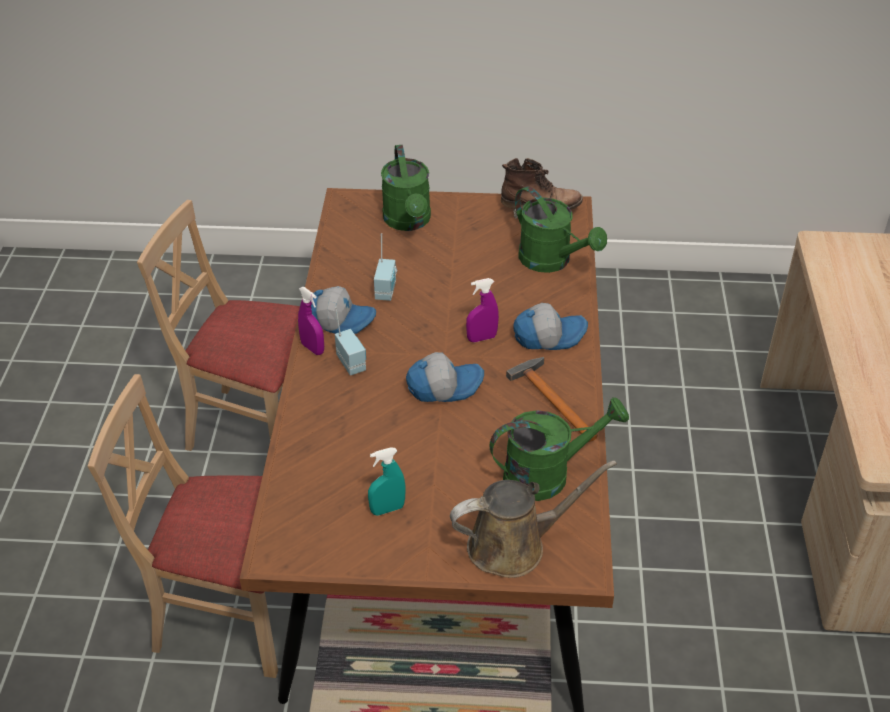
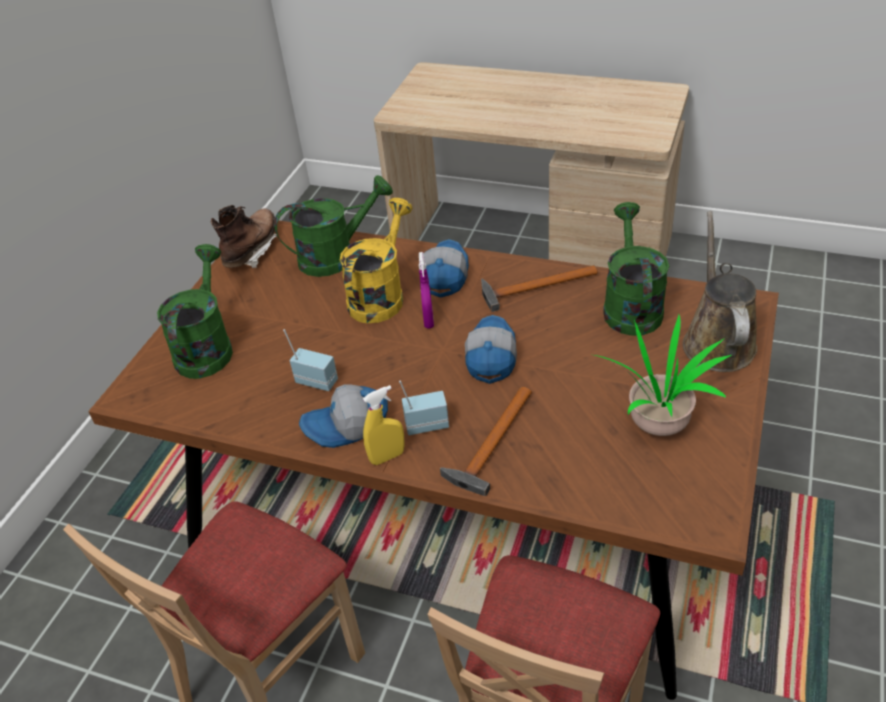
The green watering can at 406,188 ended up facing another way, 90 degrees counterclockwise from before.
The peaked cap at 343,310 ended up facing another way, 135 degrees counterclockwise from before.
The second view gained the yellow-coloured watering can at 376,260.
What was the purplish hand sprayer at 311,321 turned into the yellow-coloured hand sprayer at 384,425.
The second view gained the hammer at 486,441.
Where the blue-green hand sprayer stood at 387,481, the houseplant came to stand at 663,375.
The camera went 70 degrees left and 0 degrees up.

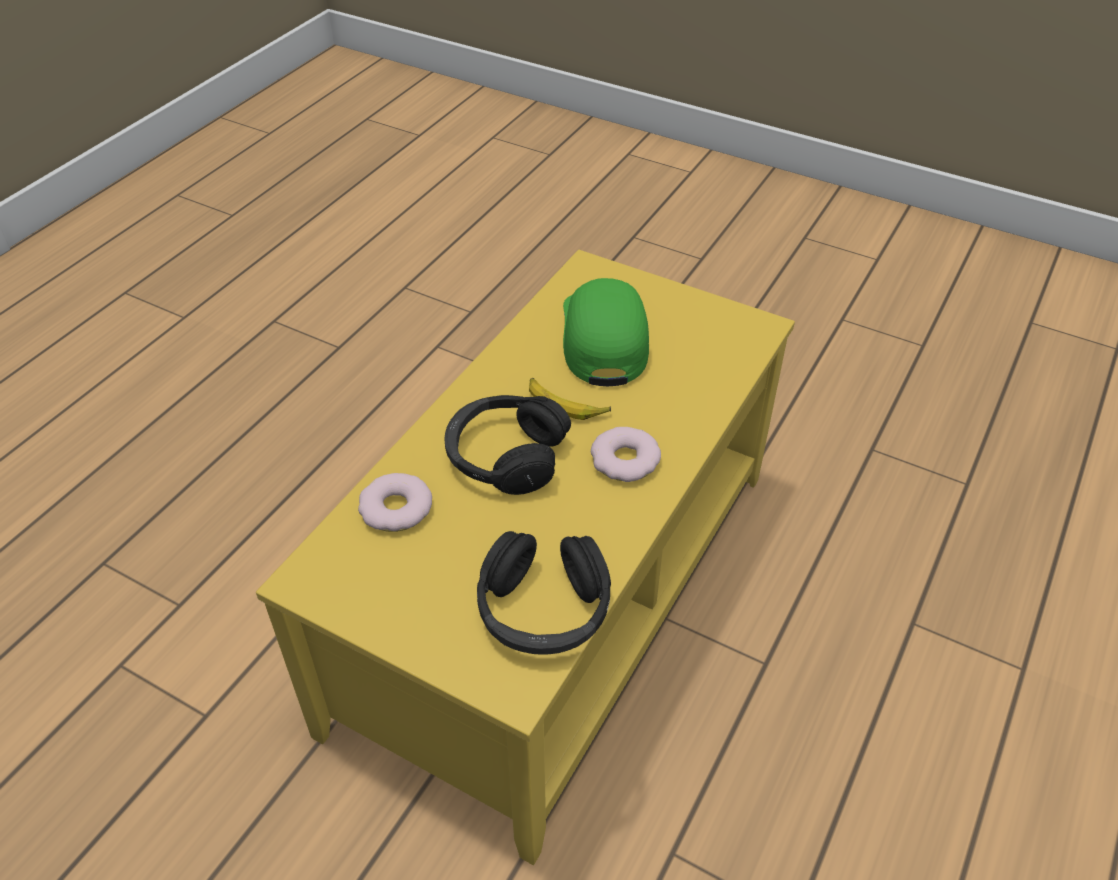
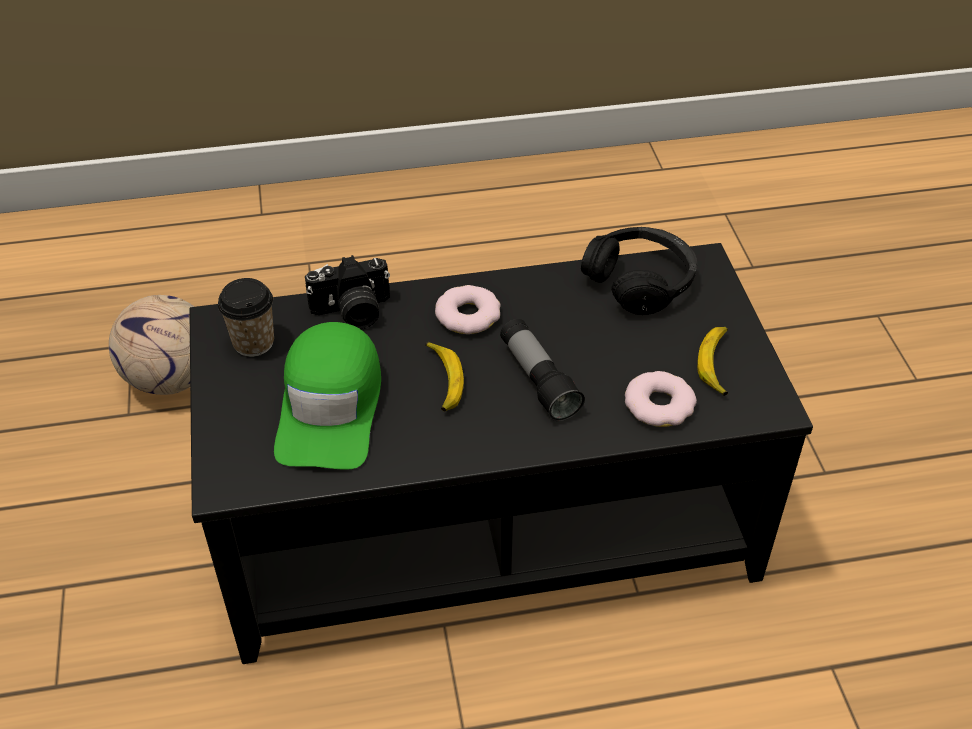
The second view gained the ball for football at 151,345.
What was the yellow-coloured coffee table at 525,557 turned into the black coffee table at 501,453.
The second view gained the cup at 246,317.
The green peaked cap at 606,332 ended up facing another way, 45 degrees counterclockwise from before.
The second view gained the photo camera at 347,292.
Where the black pair of headphones stood at 507,445, the hand torch came to stand at 542,370.
The second view gained the banana at 712,361.
The camera went 130 degrees left and 0 degrees up.

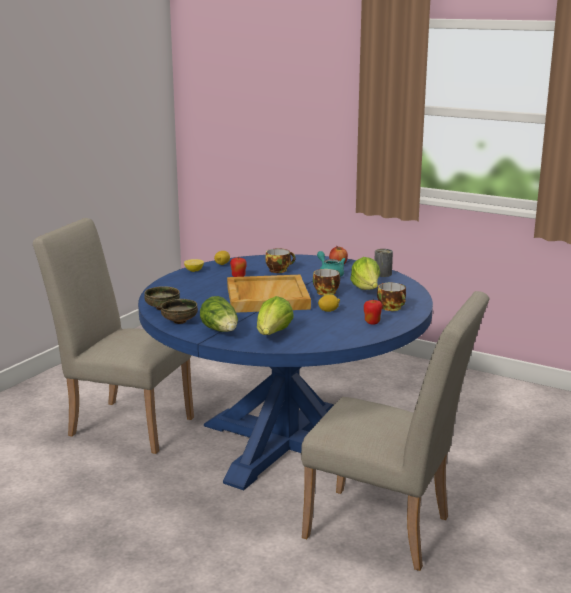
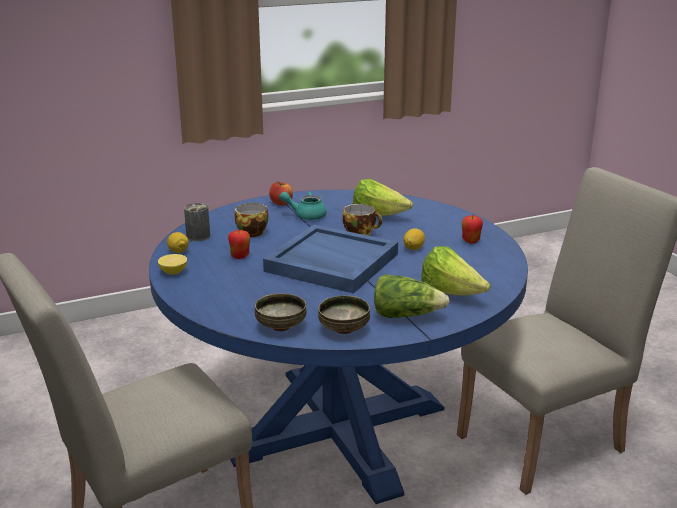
The sealed can ended up elsewhere, having gone from 384,263 to 197,222.
What was the beige-coloured serving tray at 269,294 turned into the blue-coloured serving tray at 330,259.
The second view lost the cup at 391,297.
The camera went 55 degrees left and 5 degrees up.

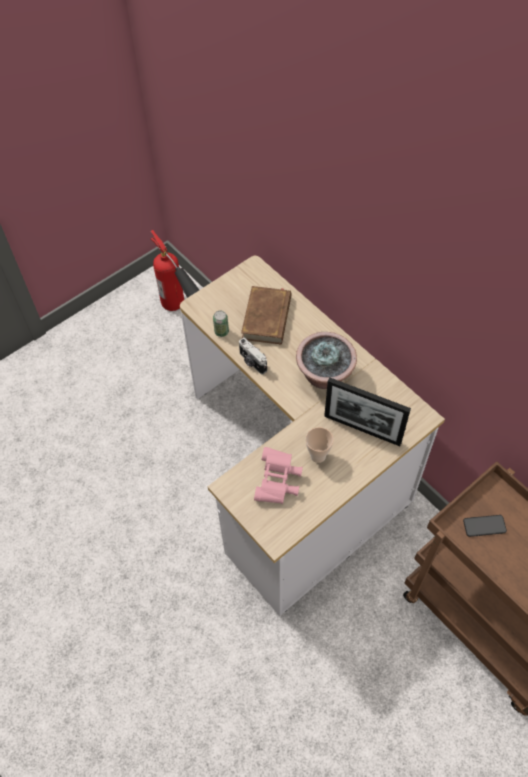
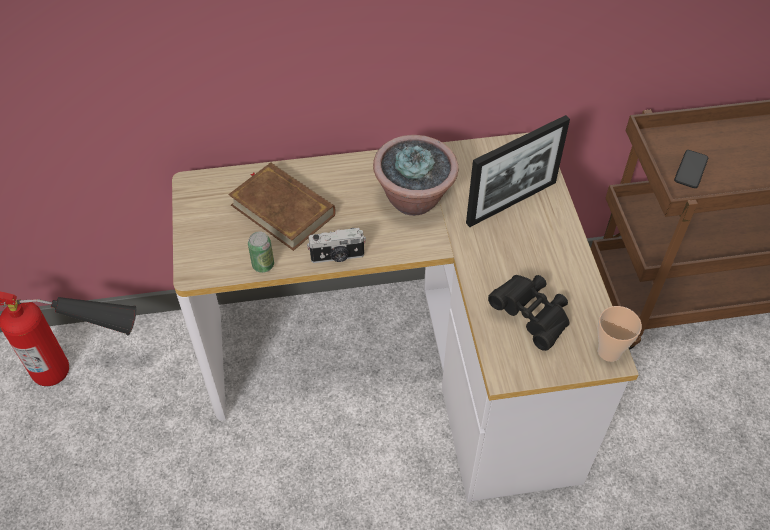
What was the pinkish field glasses at 278,475 turned into the black field glasses at 528,313.
The cup ended up elsewhere, having gone from 320,445 to 620,334.
The camera went 60 degrees left and 5 degrees down.

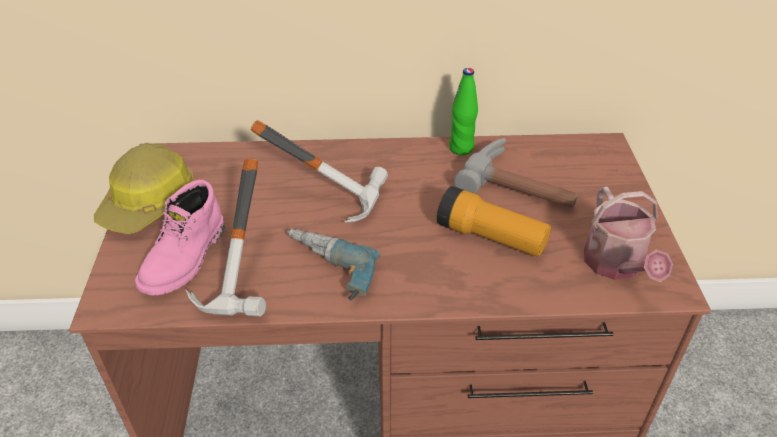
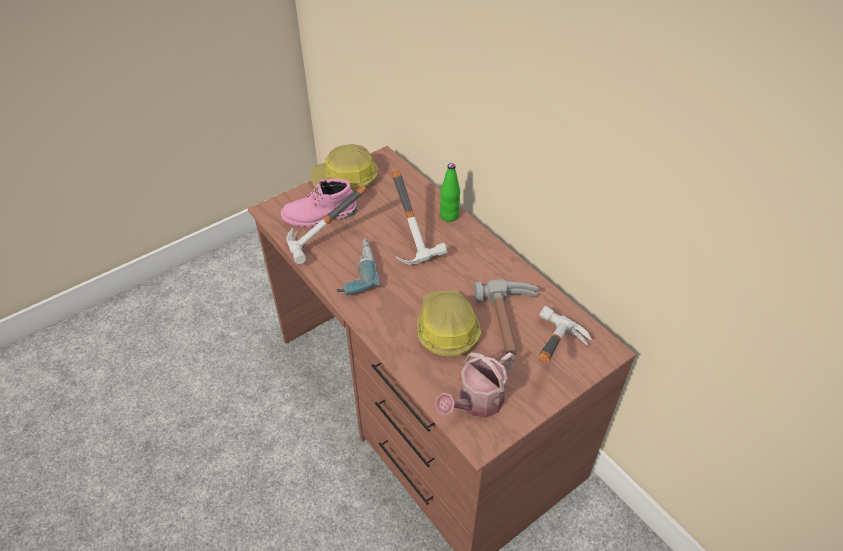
Where the hand torch stood at 494,221, the hard hat came to stand at 449,324.
The green drink bottle ended up elsewhere, having gone from 463,111 to 450,192.
The second view gained the hammer at 565,334.
The camera went 55 degrees right and 5 degrees up.

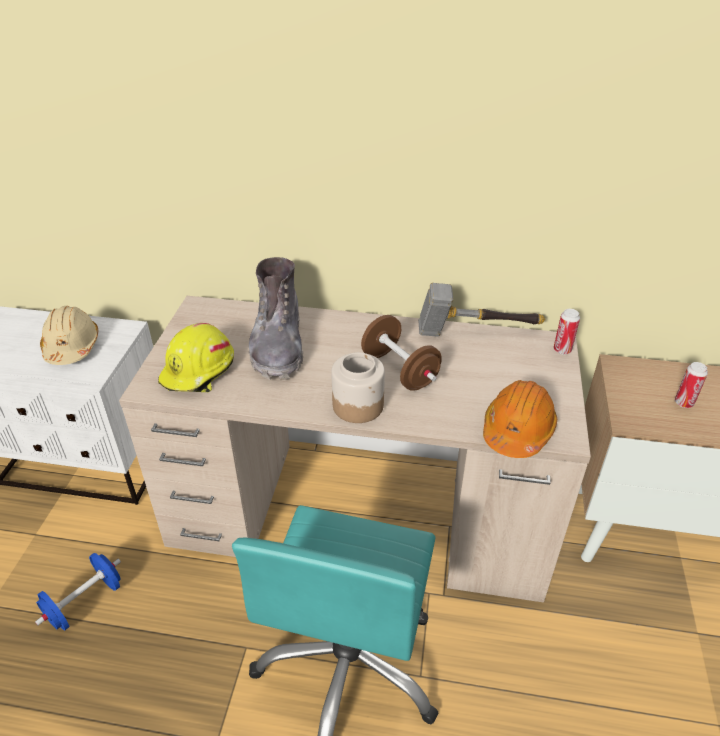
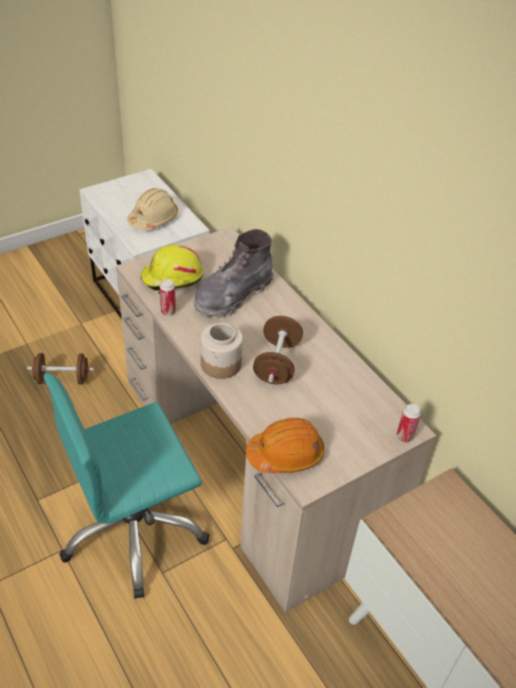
What was the blue-coloured dumbbell at 78,592 turned into the brownish dumbbell at 60,368.
The sealed can ended up elsewhere, having gone from 691,385 to 168,297.
The second view lost the hammer at 481,310.
The camera went 45 degrees right and 5 degrees up.

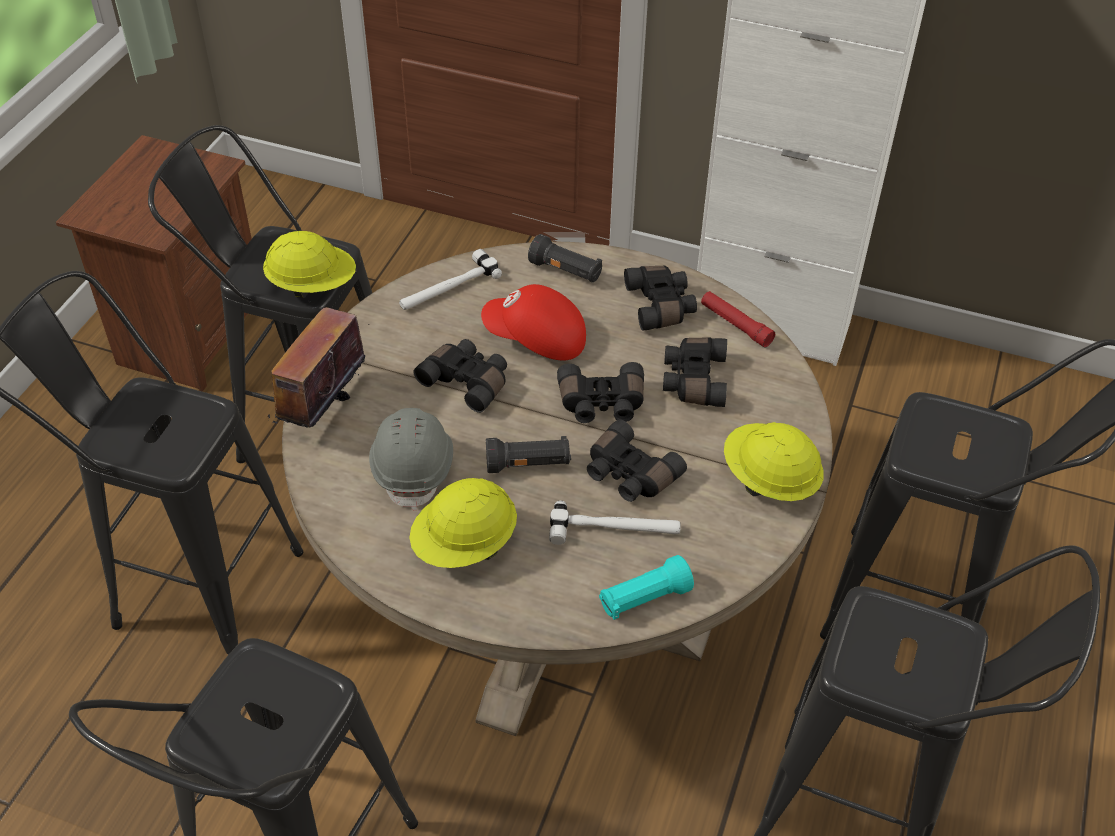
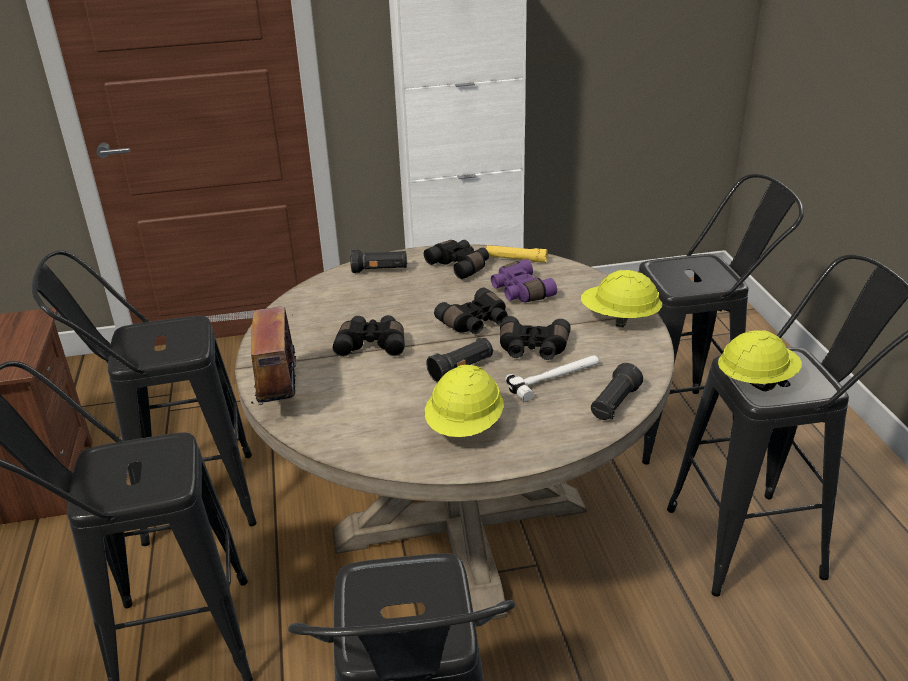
What was the red hand torch at 738,319 turned into the yellow-coloured hand torch at 516,254.
What was the black field glasses at 695,372 turned into the purplish field glasses at 524,280.
What was the blue-green hand torch at 646,587 turned into the black hand torch at 617,391.
The yellow-coloured hard hat ended up elsewhere, having gone from 309,264 to 760,360.
The second view lost the grey hard hat at 411,459.
The second view lost the hammer at 450,279.
The second view lost the red peaked cap at 533,322.
The camera went 30 degrees left and 15 degrees down.

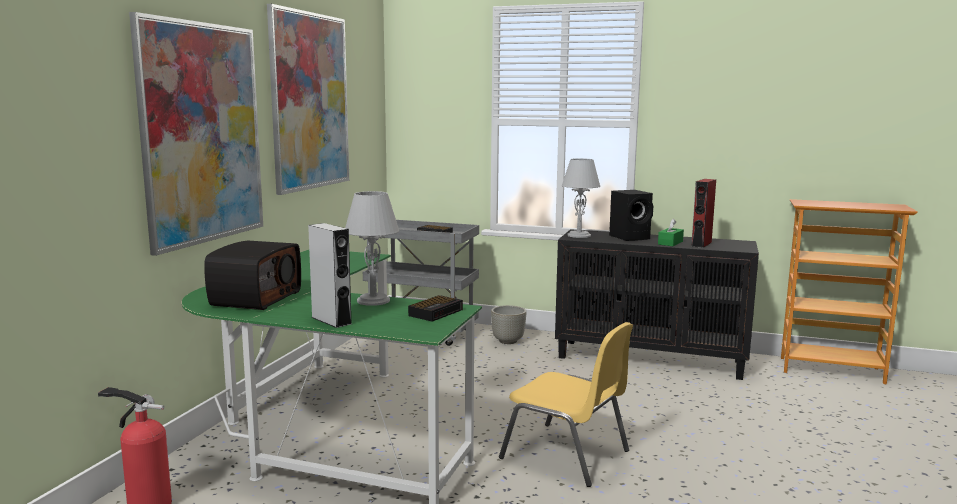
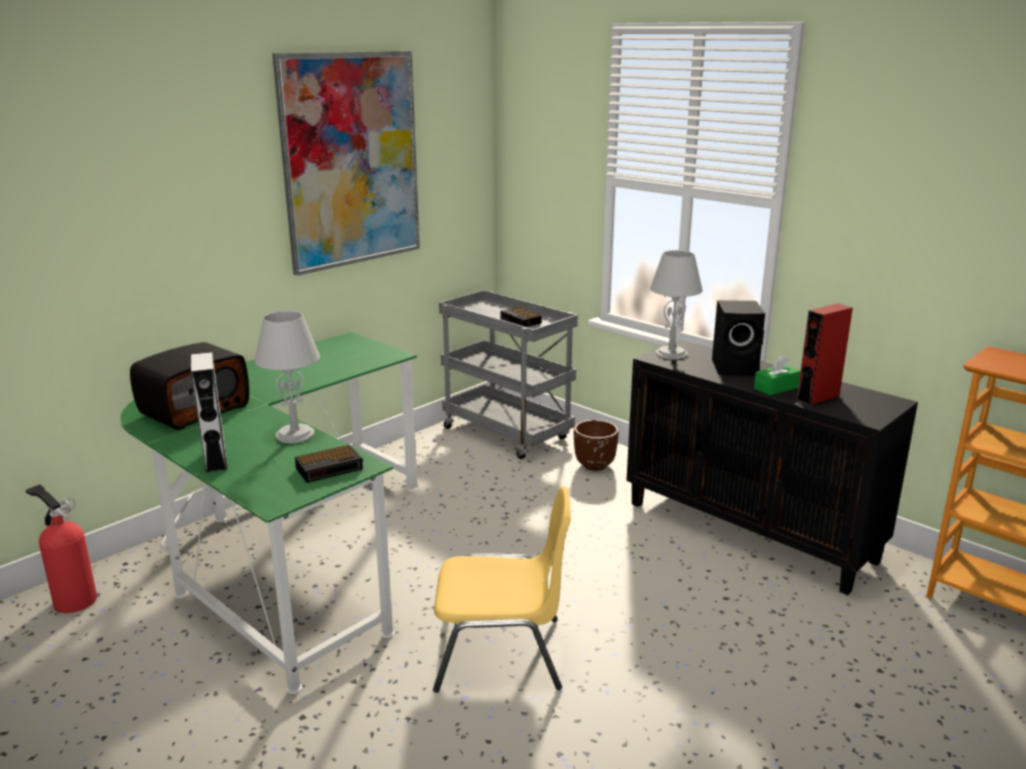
The yellow-coloured upright chair at 566,404 ended up facing another way, 60 degrees counterclockwise from before.
What was the grey flower pot at 508,324 turned into the brownish flower pot at 596,445.
The second view lost the picture at 196,134.
The camera went 25 degrees right and 10 degrees up.

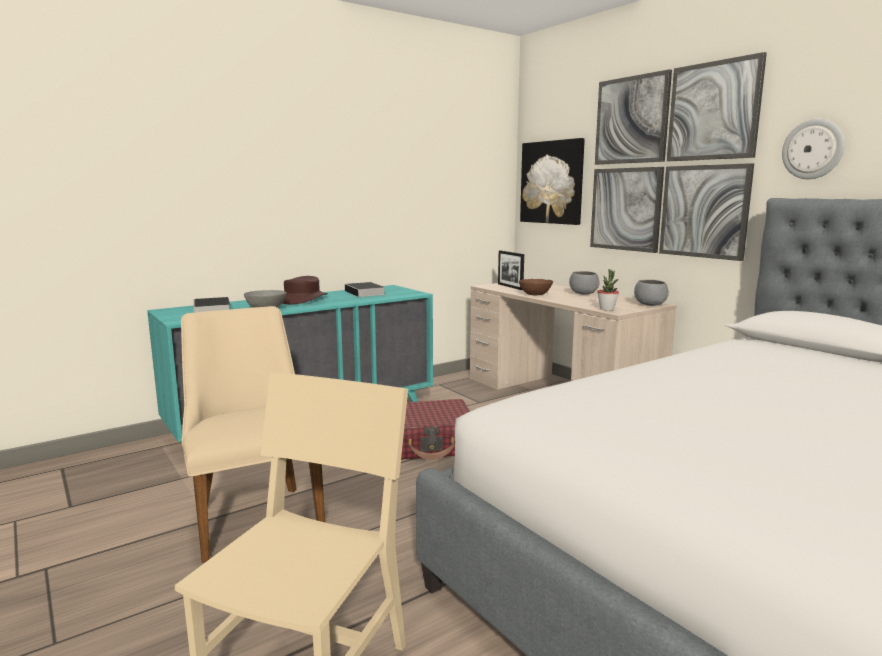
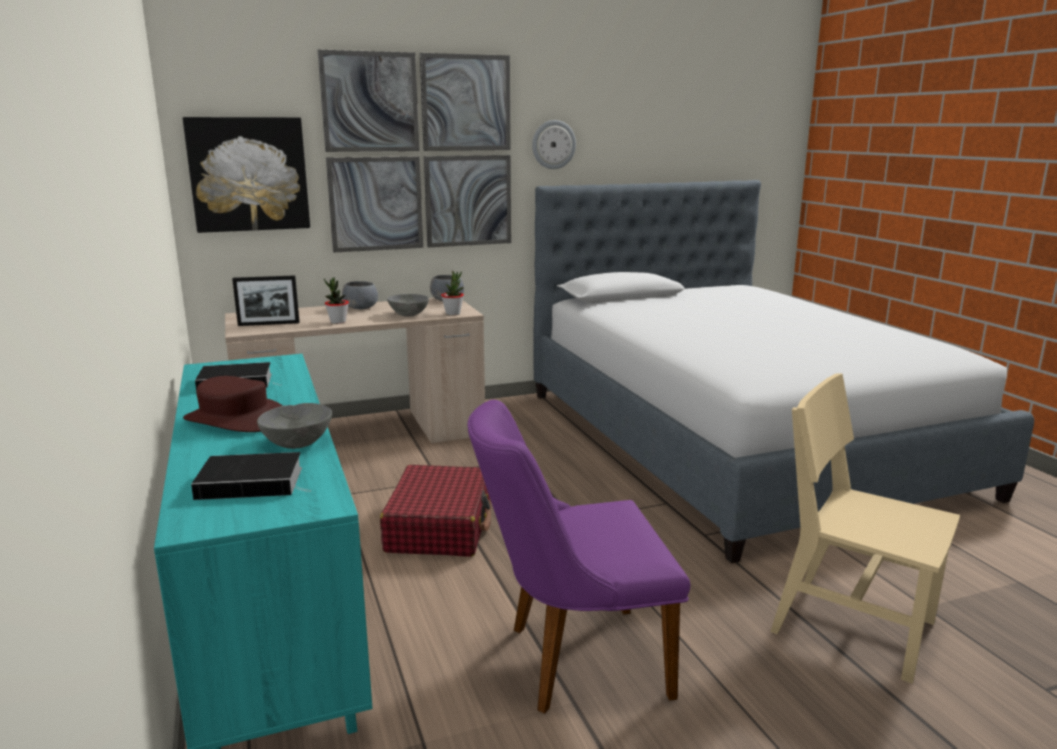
Where the brownish deep dish stood at 536,287, the houseplant came to stand at 336,301.
The second view gained the grey deep dish at 408,305.
What was the beige-coloured upright chair at 253,434 turned into the purplish upright chair at 579,557.
The camera went 75 degrees left and 5 degrees up.

